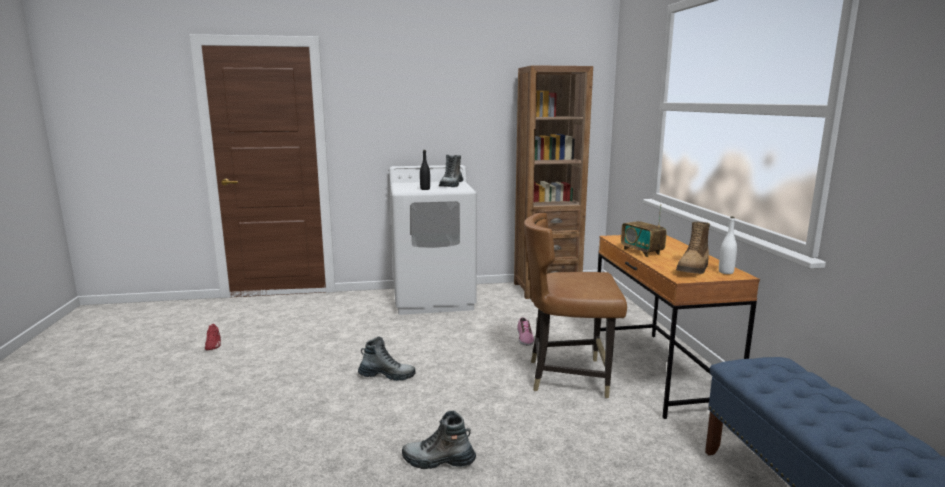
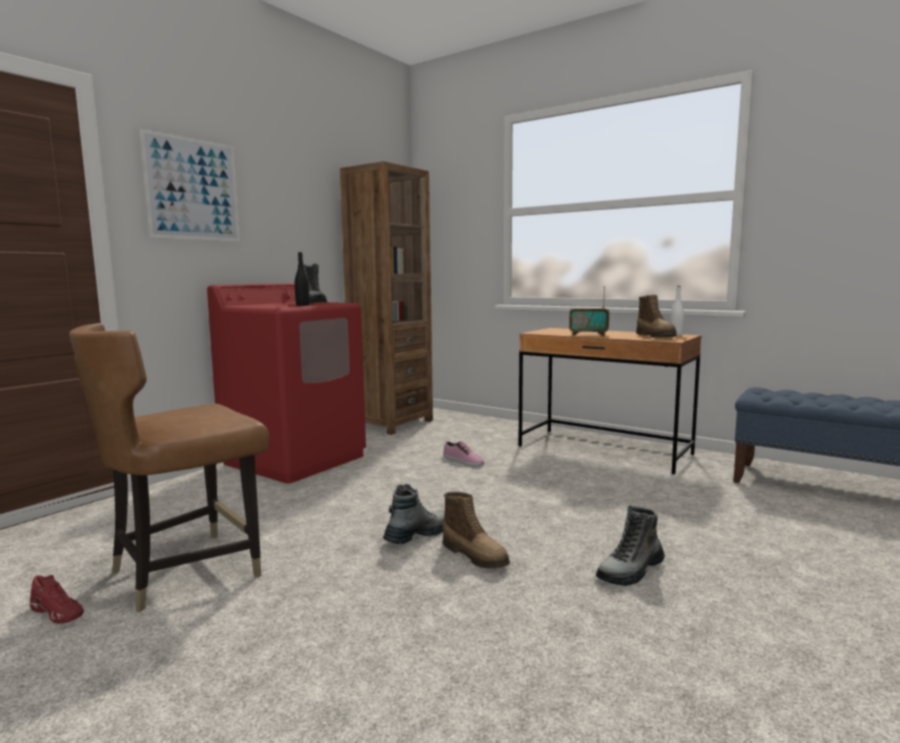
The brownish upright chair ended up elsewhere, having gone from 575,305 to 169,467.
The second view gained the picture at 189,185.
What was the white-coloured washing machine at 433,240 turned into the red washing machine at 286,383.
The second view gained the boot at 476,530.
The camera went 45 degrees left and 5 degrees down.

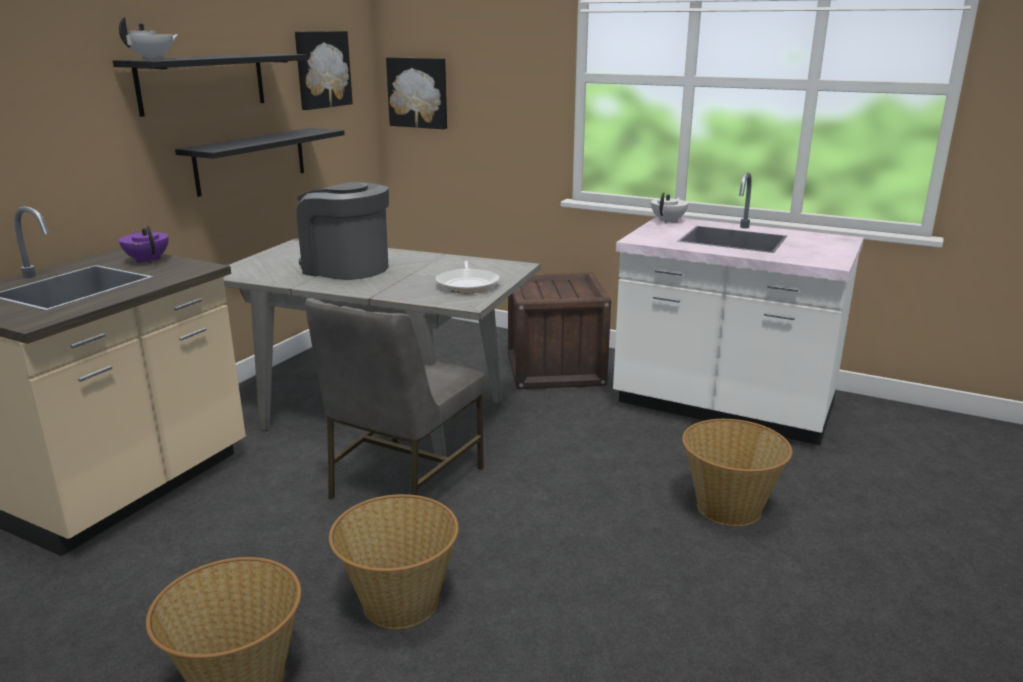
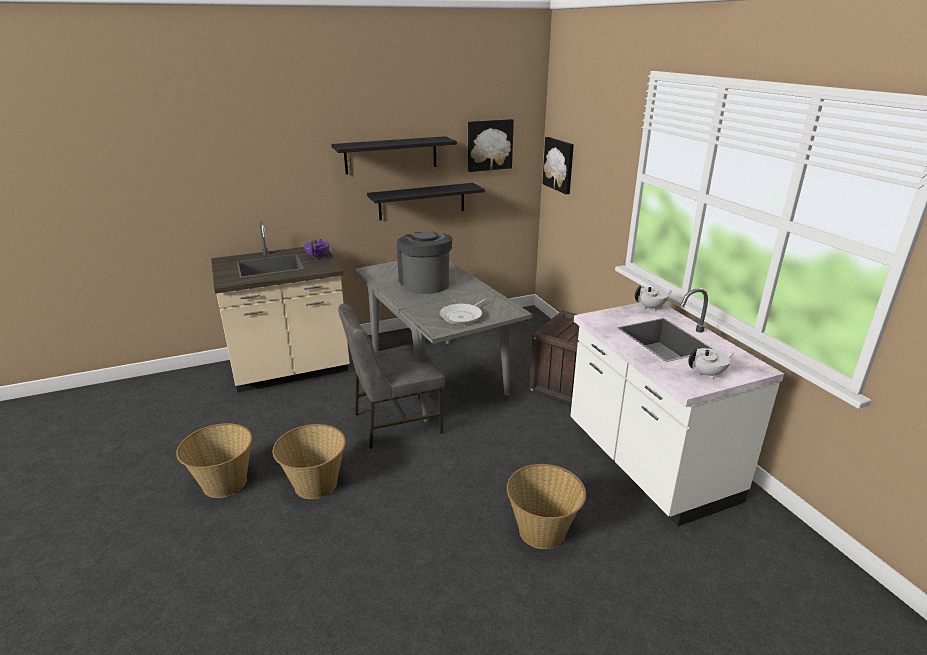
The white-coloured pot for tea ended up elsewhere, having gone from 149,38 to 711,363.
The camera went 40 degrees right and 5 degrees up.

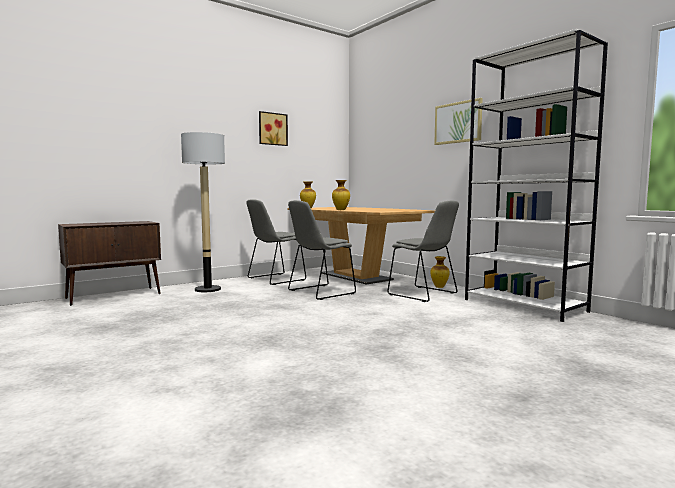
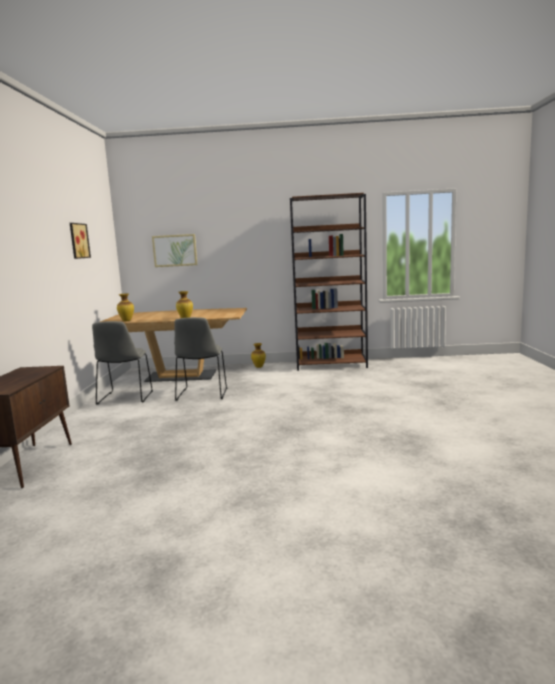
The picture ended up elsewhere, having gone from 458,121 to 174,250.
What was the white-coloured bookcase at 536,175 turned into the brownish bookcase at 329,282.
The second view lost the standing lamp at 203,212.
The second view lost the grey upright chair at 423,251.
The camera went 50 degrees left and 5 degrees up.

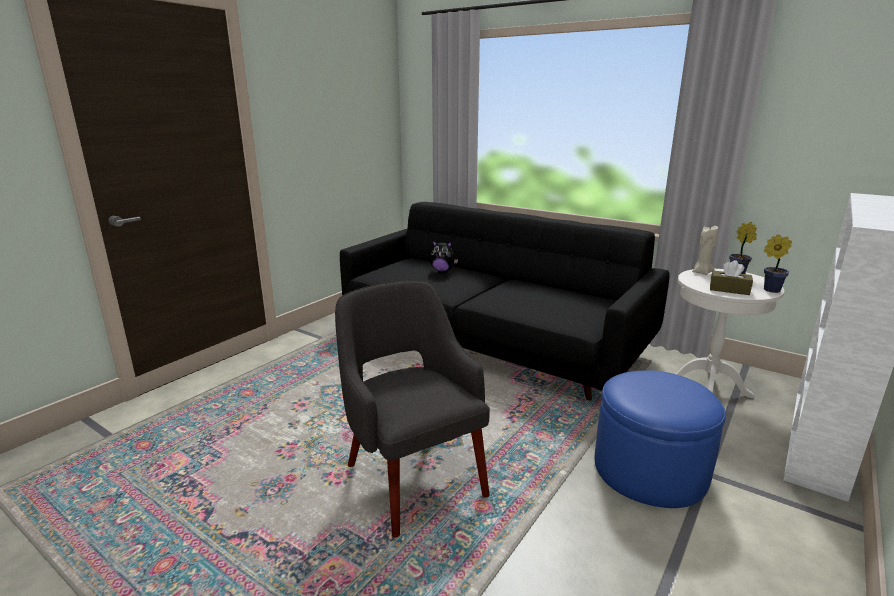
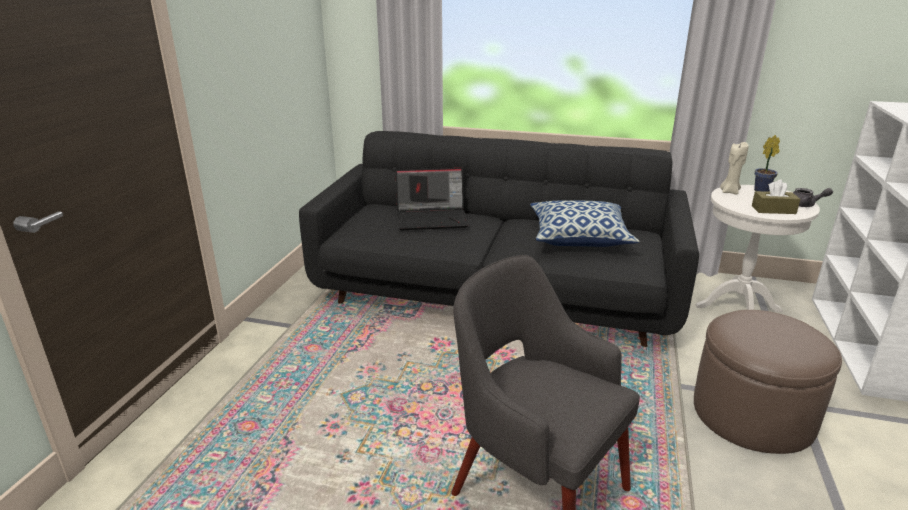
Where the plush toy stood at 444,256, the notebook computer came to stand at 432,199.
The second view gained the throw pillow at 585,223.
What was the blue-coloured pouffe at 660,439 turned into the brownish pouffe at 768,382.
Where the houseplant stood at 778,263, the grey pot for tea came to stand at 813,197.
The camera went 20 degrees left and 5 degrees up.

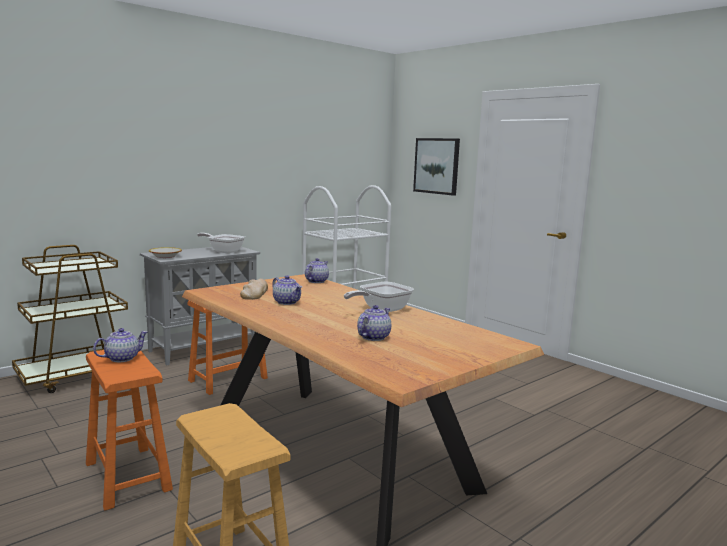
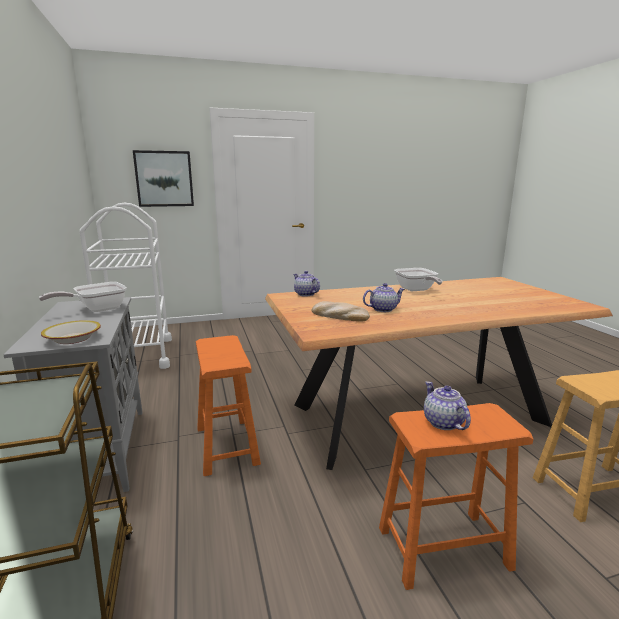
The second view lost the pot for tea at 374,323.
The camera went 65 degrees left and 5 degrees up.

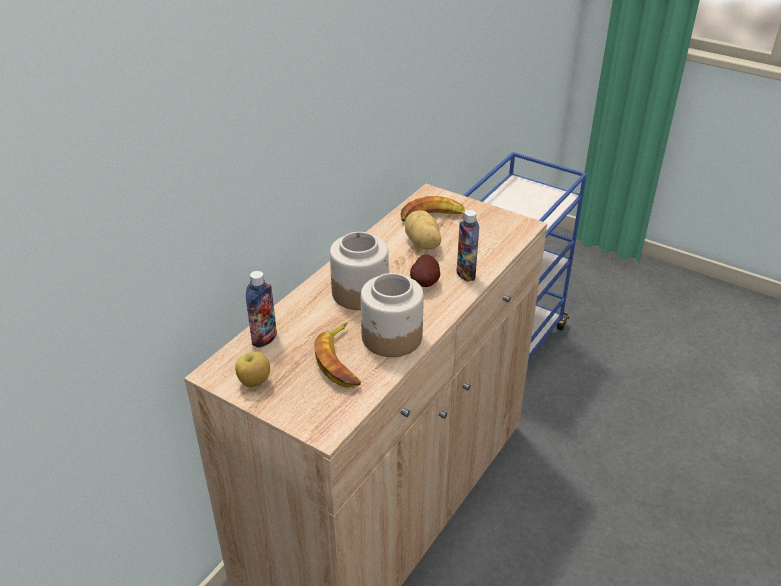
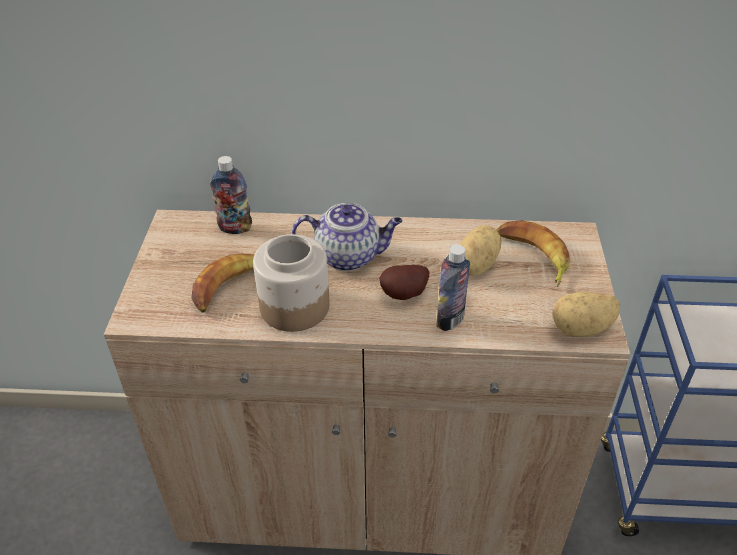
Where the preserve jar stood at 359,271, the pot for tea came to stand at 347,237.
The second view gained the potato at 586,314.
The second view lost the apple fruit at 252,369.
The camera went 60 degrees right and 5 degrees up.

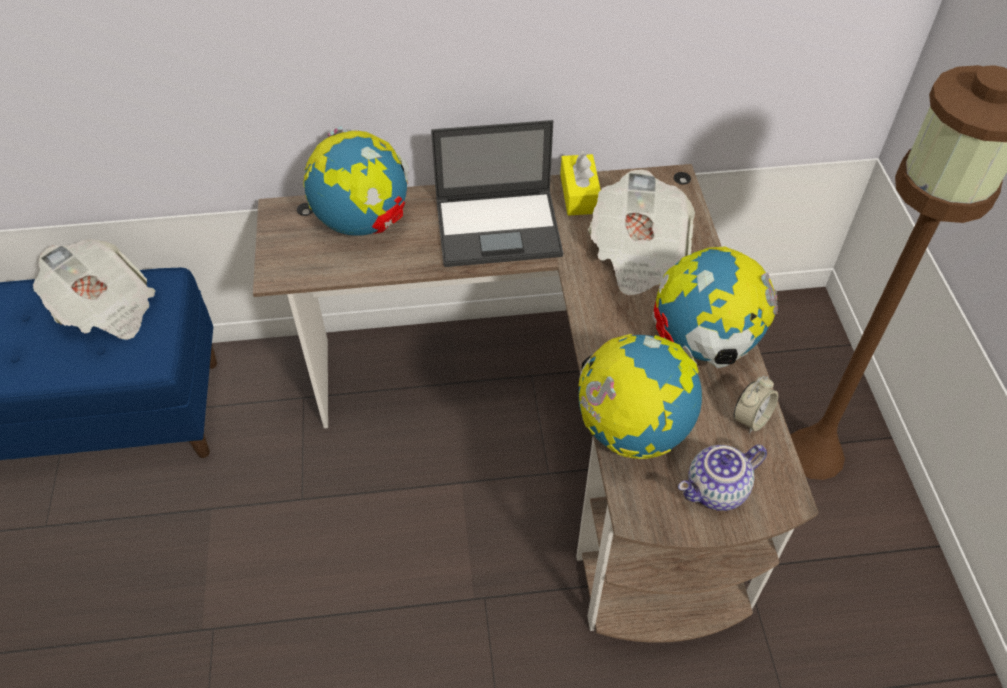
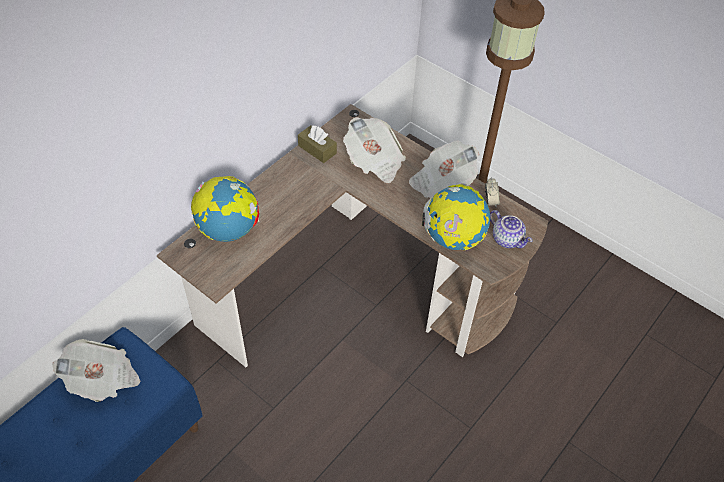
What was the yellow-coloured tissue box at 580,183 turned into the brownish tissue box at 317,144.
Where the desk globe stood at 715,307, the printed paper came to stand at 444,169.
The pot for tea at 722,477 ended up facing another way, 60 degrees counterclockwise from before.
The second view lost the notebook computer at 497,193.
The camera went 45 degrees left and 0 degrees up.

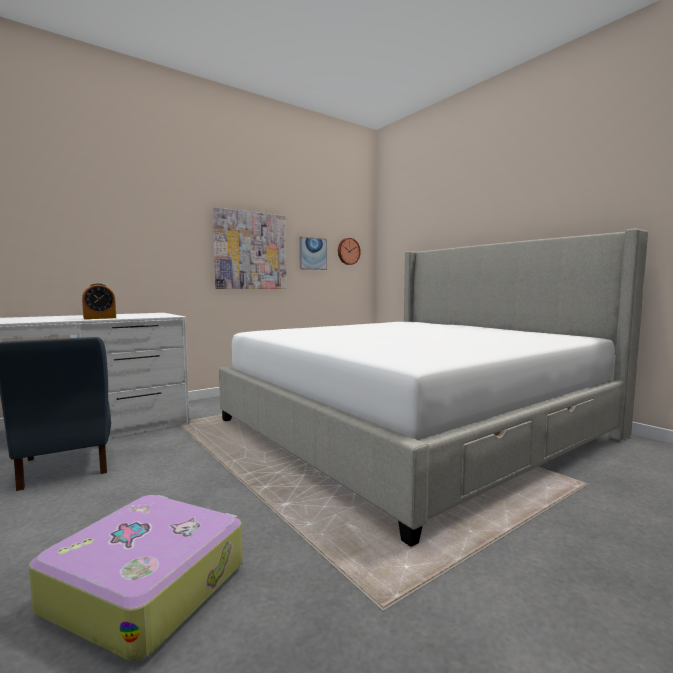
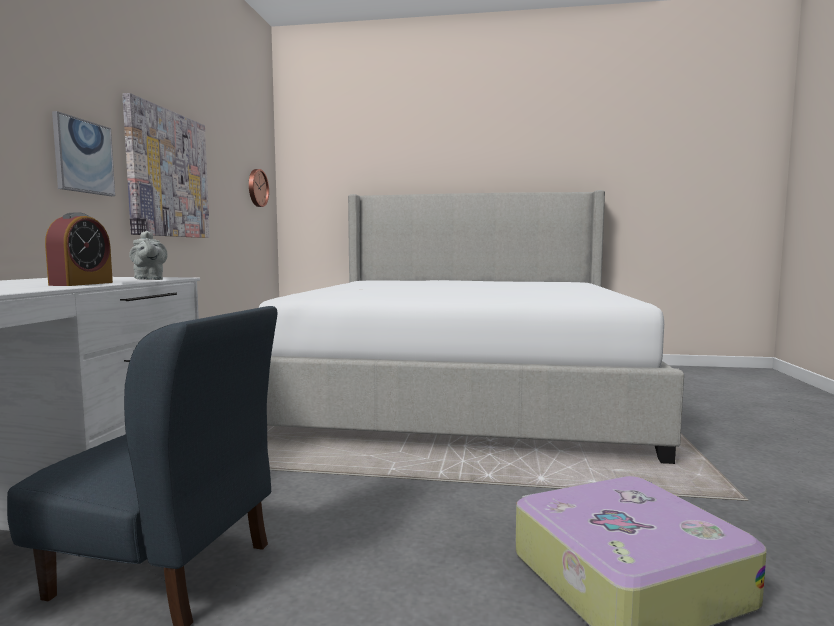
The picture ended up elsewhere, having gone from 313,253 to 83,153.
The second view gained the grey pot for tea at 148,255.
The camera went 45 degrees left and 0 degrees up.

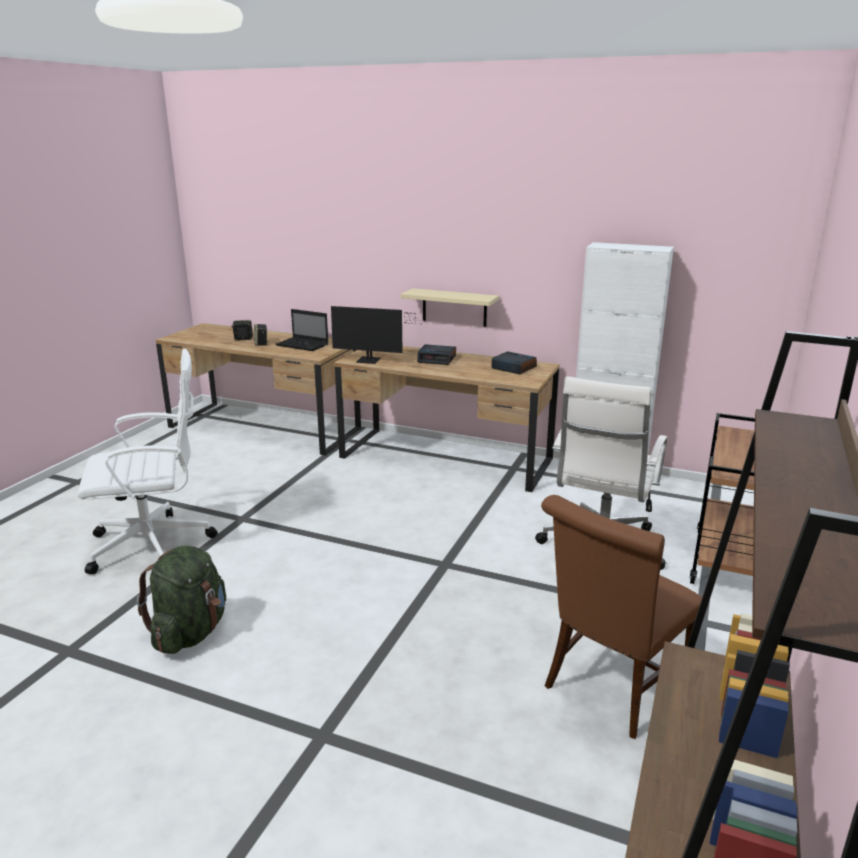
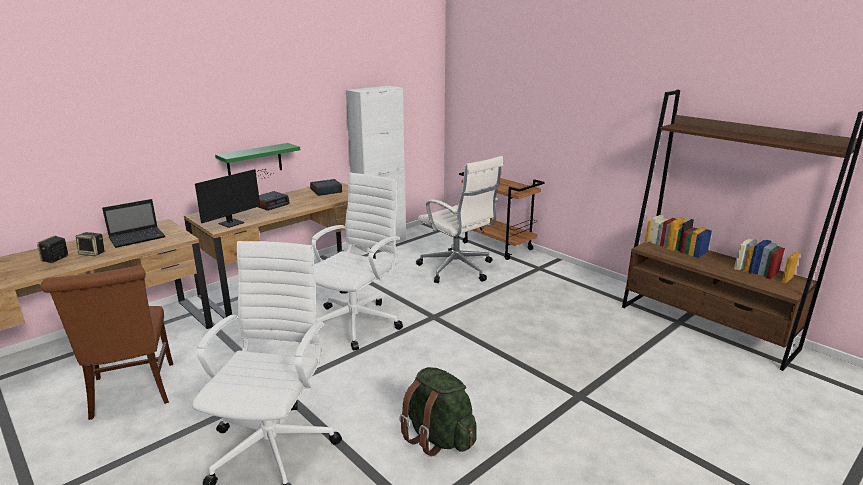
The brownish upright chair ended up elsewhere, having gone from 621,617 to 107,342.
What was the beige-coloured bracket shelf at 450,307 turned into the green bracket shelf at 257,159.
The second view gained the white-coloured computer chair at 357,262.
The camera went 65 degrees left and 0 degrees up.

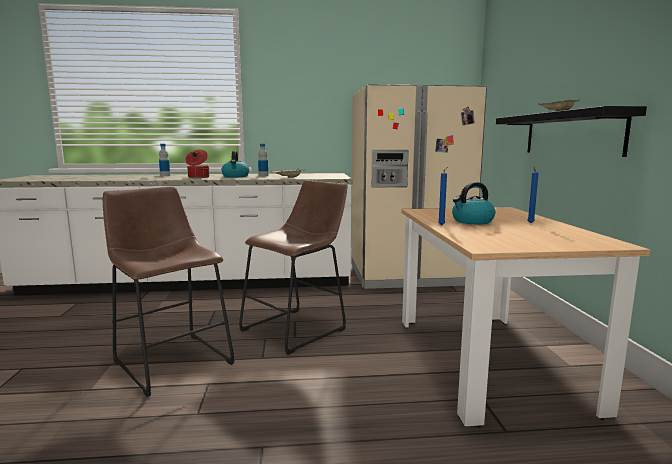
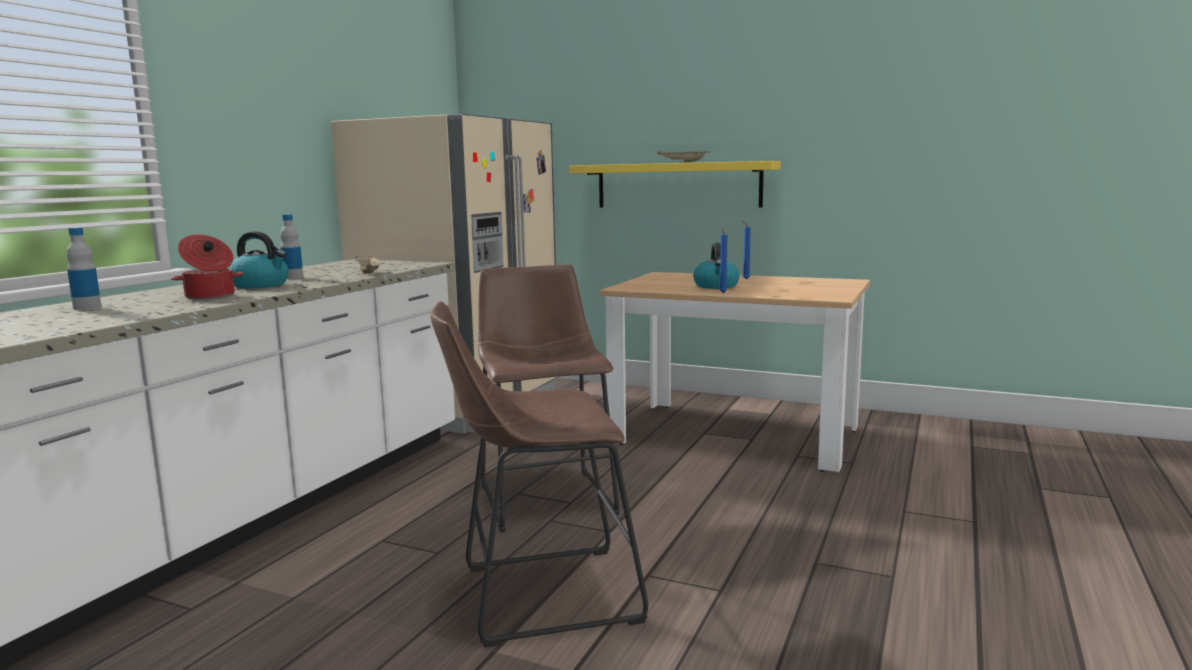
What was the black bracket shelf at 571,131 turned into the yellow-coloured bracket shelf at 675,184.
The camera went 60 degrees left and 0 degrees up.

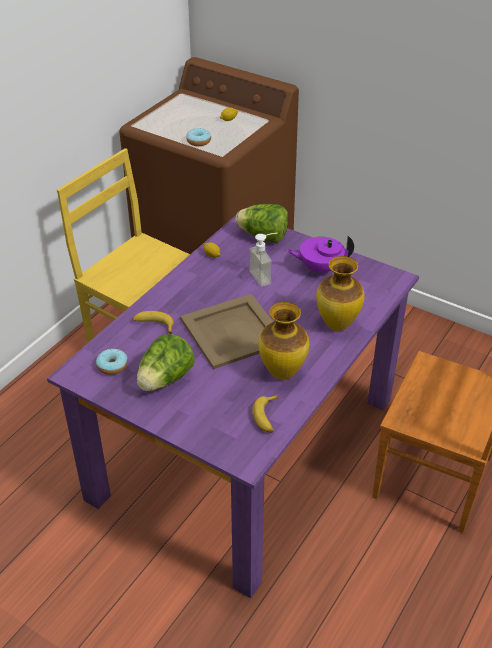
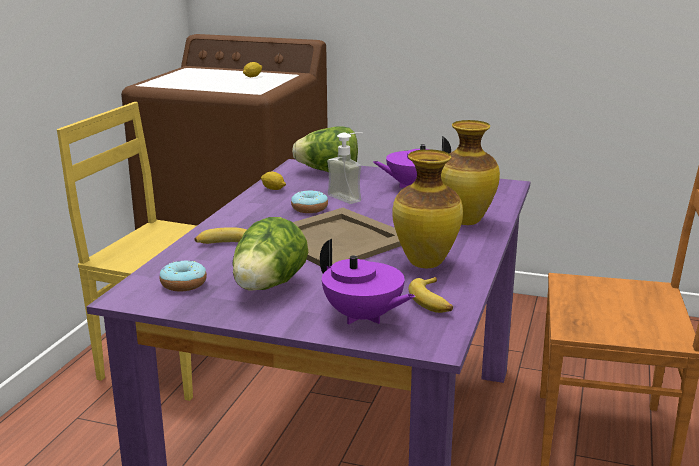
The doughnut ended up elsewhere, having gone from 198,137 to 309,201.
The second view gained the purplish pot for tea at 367,282.
The camera went 15 degrees left and 20 degrees down.

